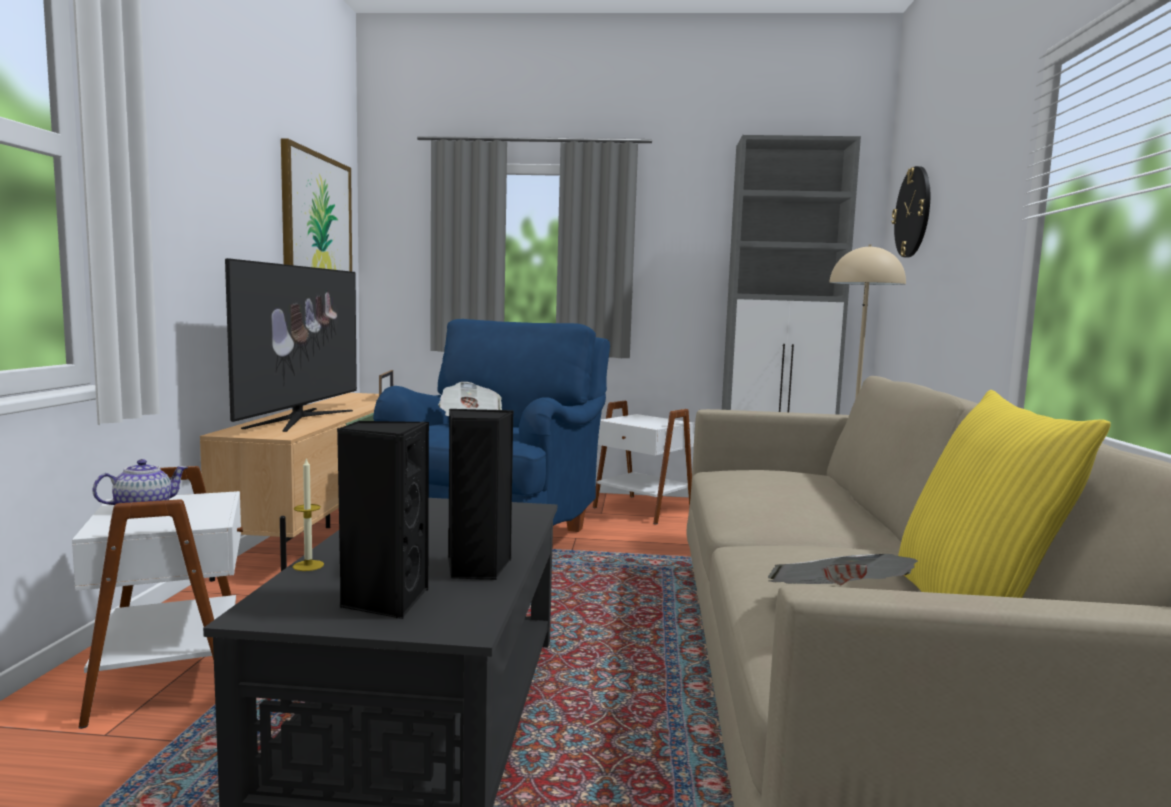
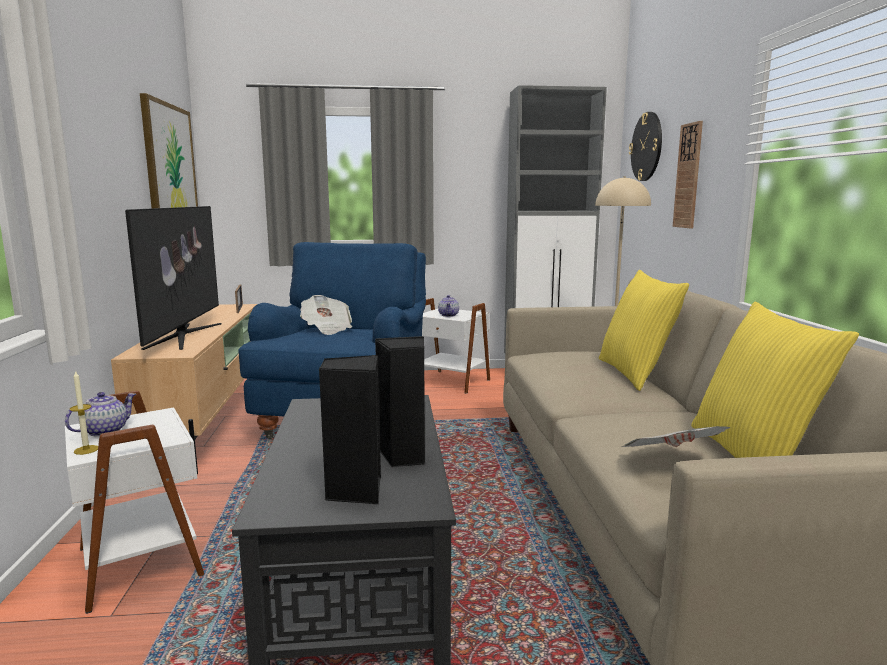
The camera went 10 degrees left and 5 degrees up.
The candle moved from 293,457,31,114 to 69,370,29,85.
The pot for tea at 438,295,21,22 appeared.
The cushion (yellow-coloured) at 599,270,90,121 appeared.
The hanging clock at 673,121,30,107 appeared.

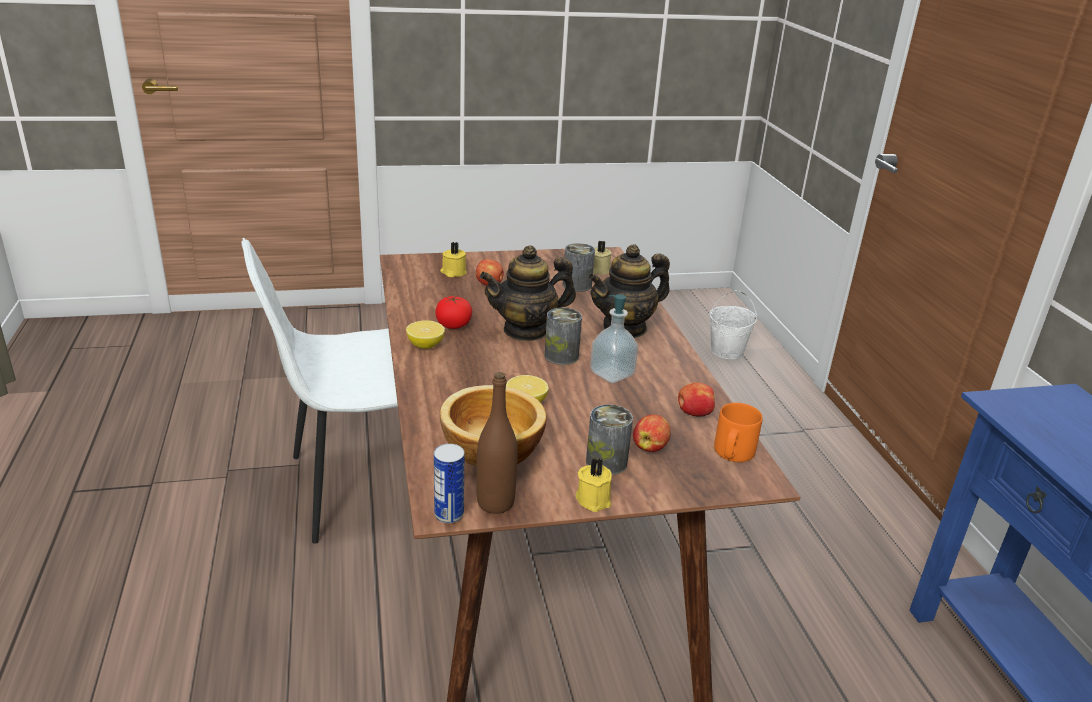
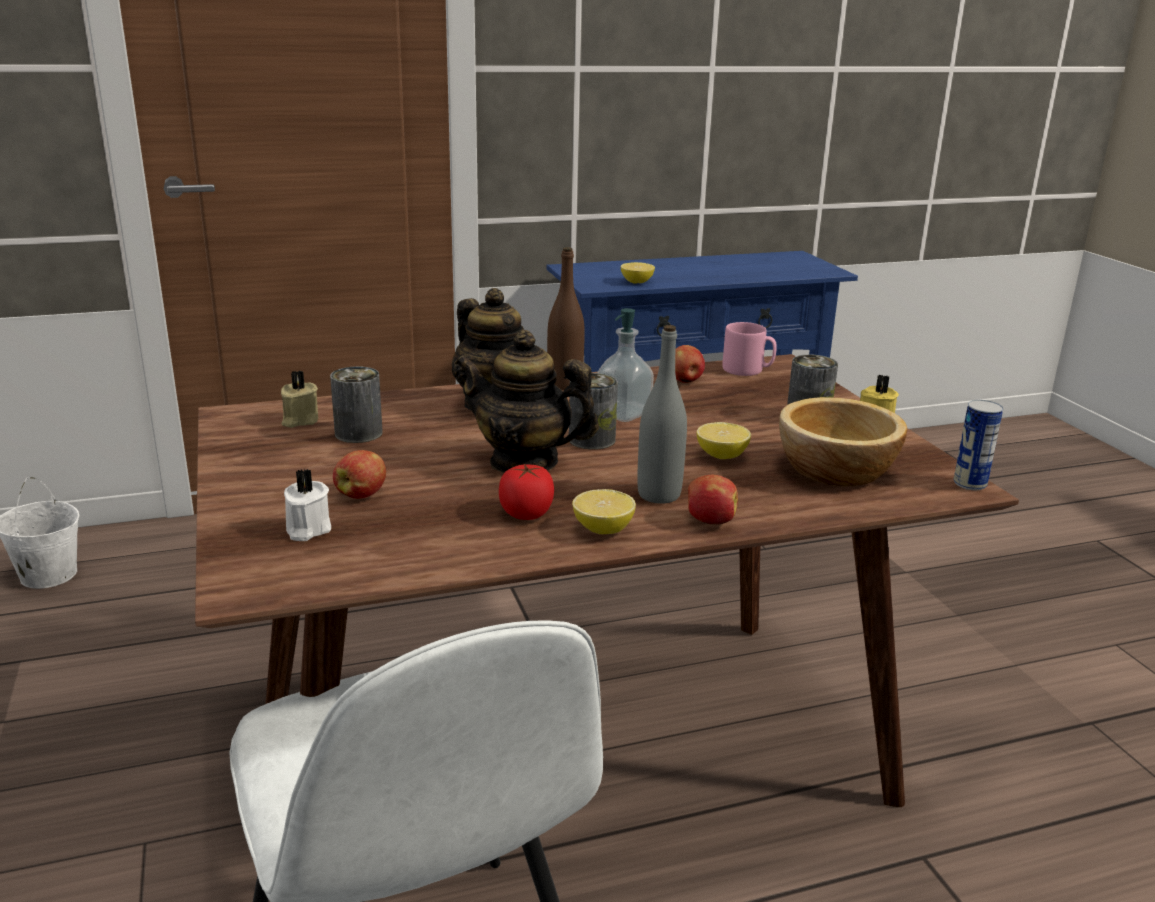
The camera went 95 degrees left and 5 degrees down.
The candle (yellow-coloured) at 440,242,27,35 became the candle (white) at 284,469,47,72.
The pot for tea at 480,245,96,96 turned 135 degrees clockwise.
The beverage bottle (brownish) moved from 476,372,42,142 to 547,247,38,143.
The lemon at 621,262,34,22 appeared.
The beverage bottle (gray) at 637,325,50,179 appeared.
The apple moved from 633,414,38,38 to 688,475,50,49.
The coffee mug (orangey) at 714,403,49,59 became the coffee mug (pink-coloured) at 722,322,55,54.

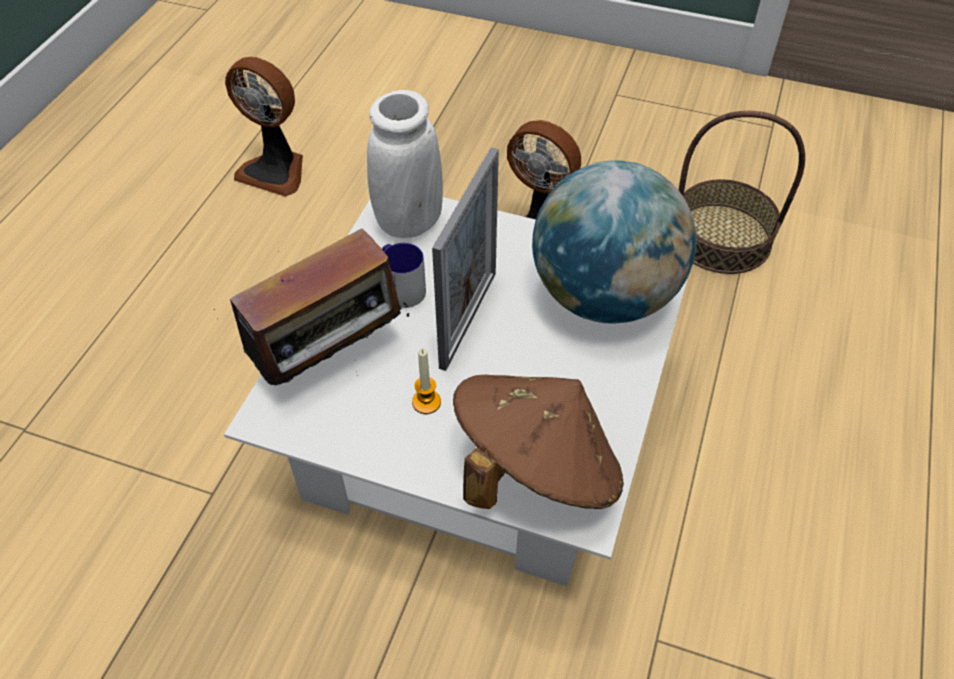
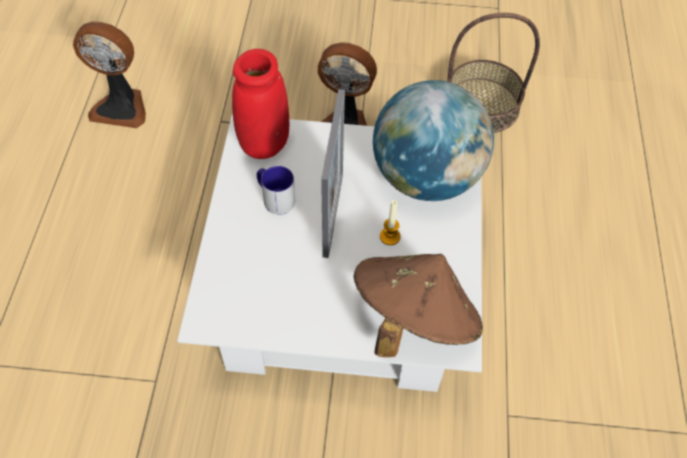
The camera went 15 degrees left and 5 degrees up.
The decorative vase (white) at 367,90,76,148 became the decorative vase (red) at 232,49,57,110.
The candle moved from 412,348,29,66 to 380,200,21,45.
The radio set at 213,228,199,158 disappeared.

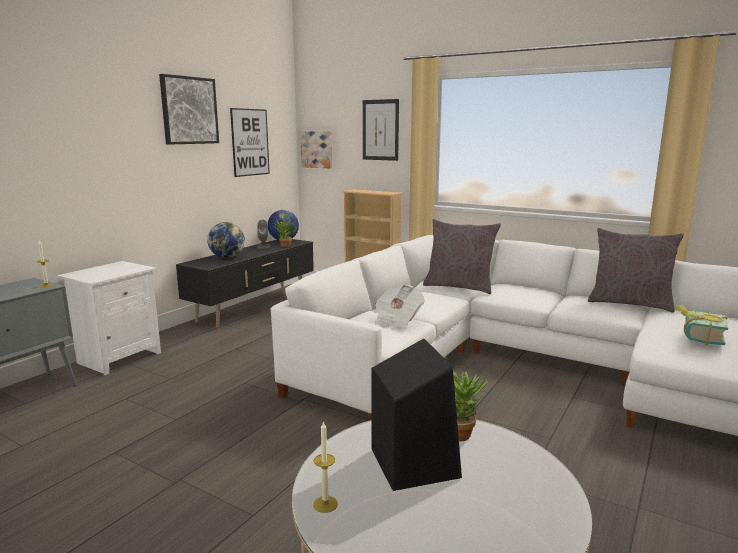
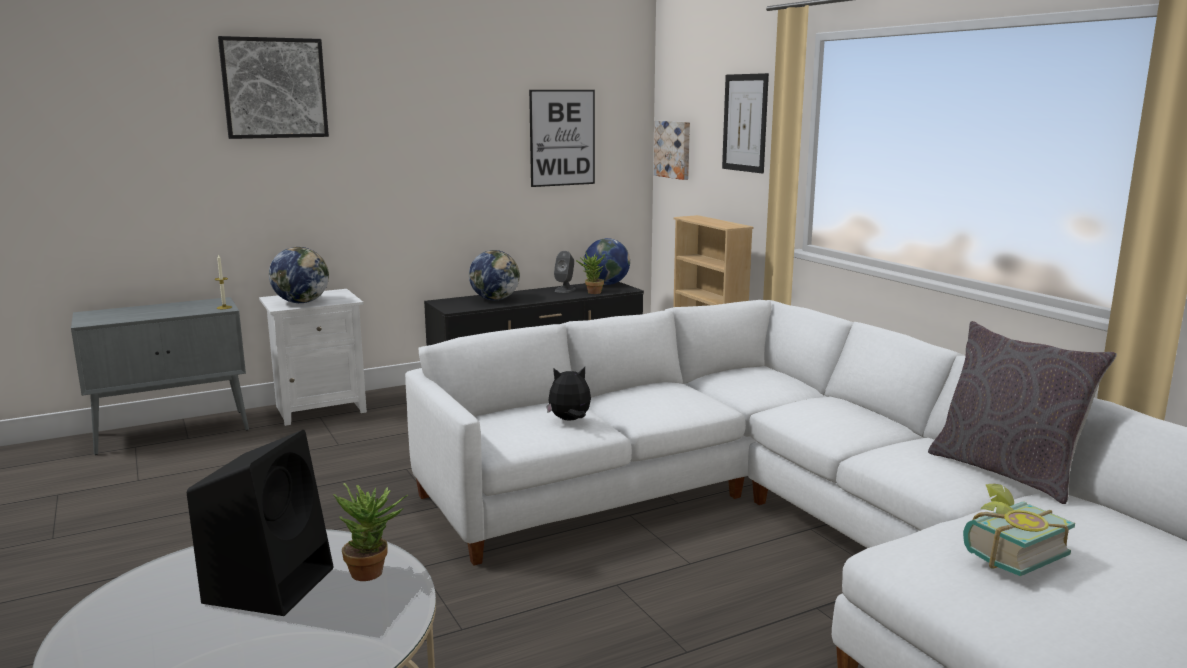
The camera went 30 degrees right and 0 degrees up.
The wall picture moved from 159,74,60,71 to 218,36,111,103.
The world globe at 269,247,60,56 appeared.
The daily paper at 374,285,51,43 was replaced by the cuddly toy at 546,367,45,53.
The candle at 313,421,25,92 disappeared.
The cushion (gray) at 423,219,78,75 disappeared.

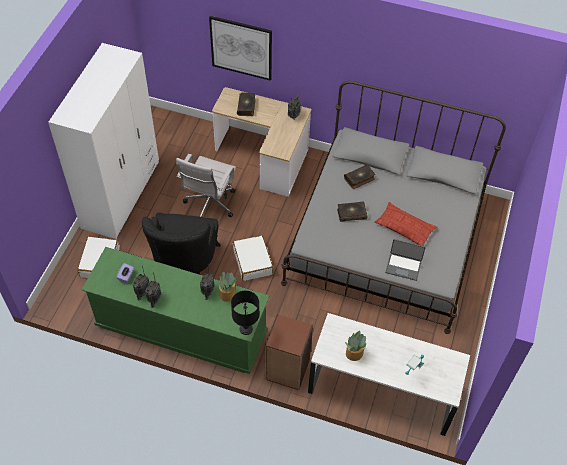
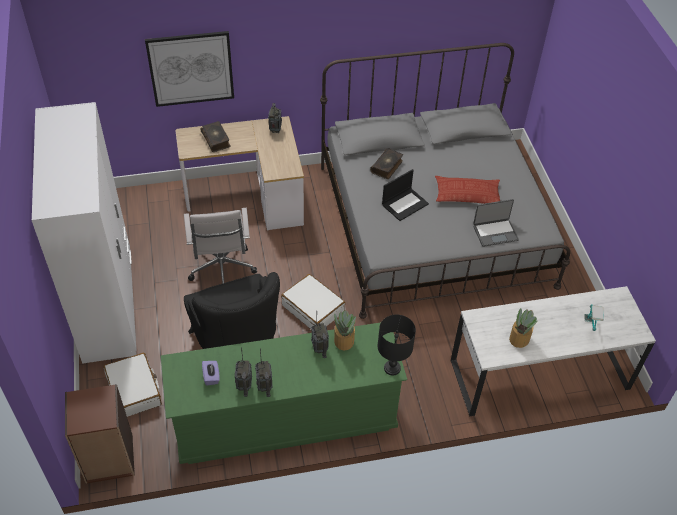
The camera went 30 degrees left and 5 degrees down.
The bookshelf (brownish) moved from 265,314,48,76 to 65,384,70,100.
The bound book at 337,202,30,20 was replaced by the laptop at 382,169,47,52.

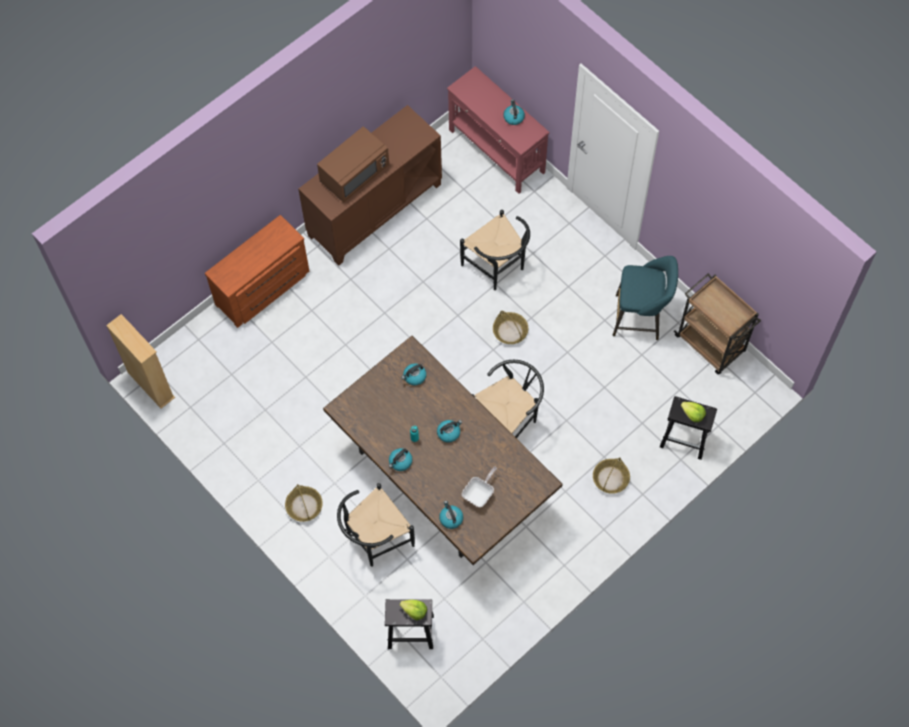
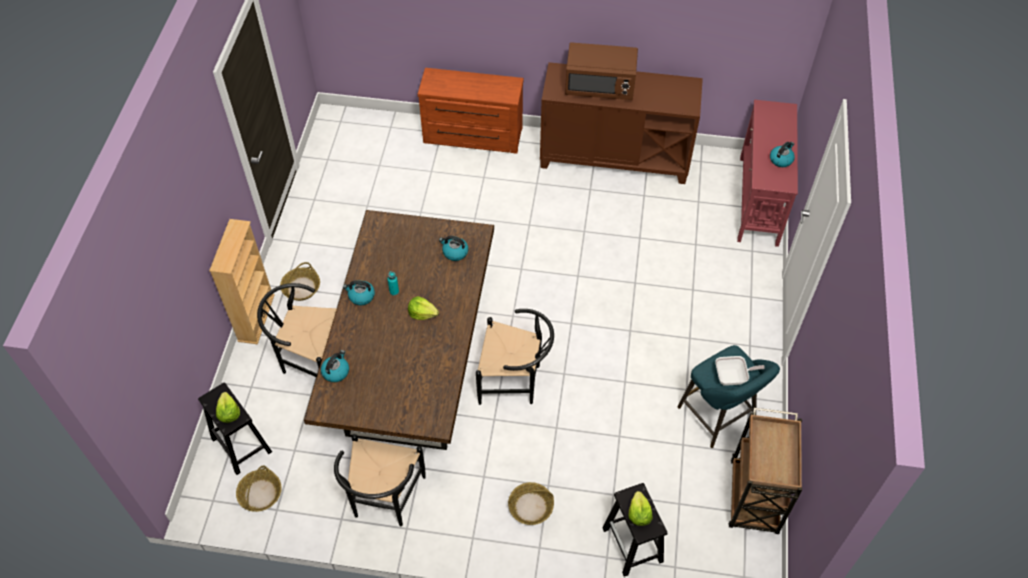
The camera went 50 degrees right and 10 degrees down.
The bookshelf (beige-coloured) moved from 106,314,69,95 to 209,219,66,125.
The storage basket moved from 493,311,35,33 to 236,465,46,47.
The chair (black-coloured) moved from 460,210,70,80 to 334,434,92,92.
The tea kettle at 437,420,25,23 was replaced by the head of lettuce at 408,296,31,24.
The frying pan moved from 462,466,35,41 to 715,356,50,30.

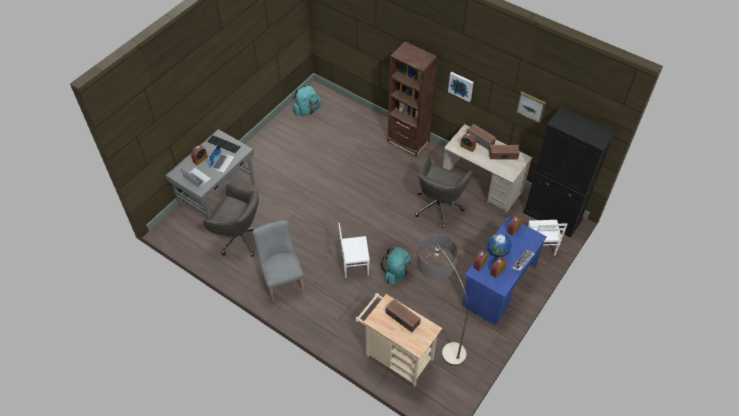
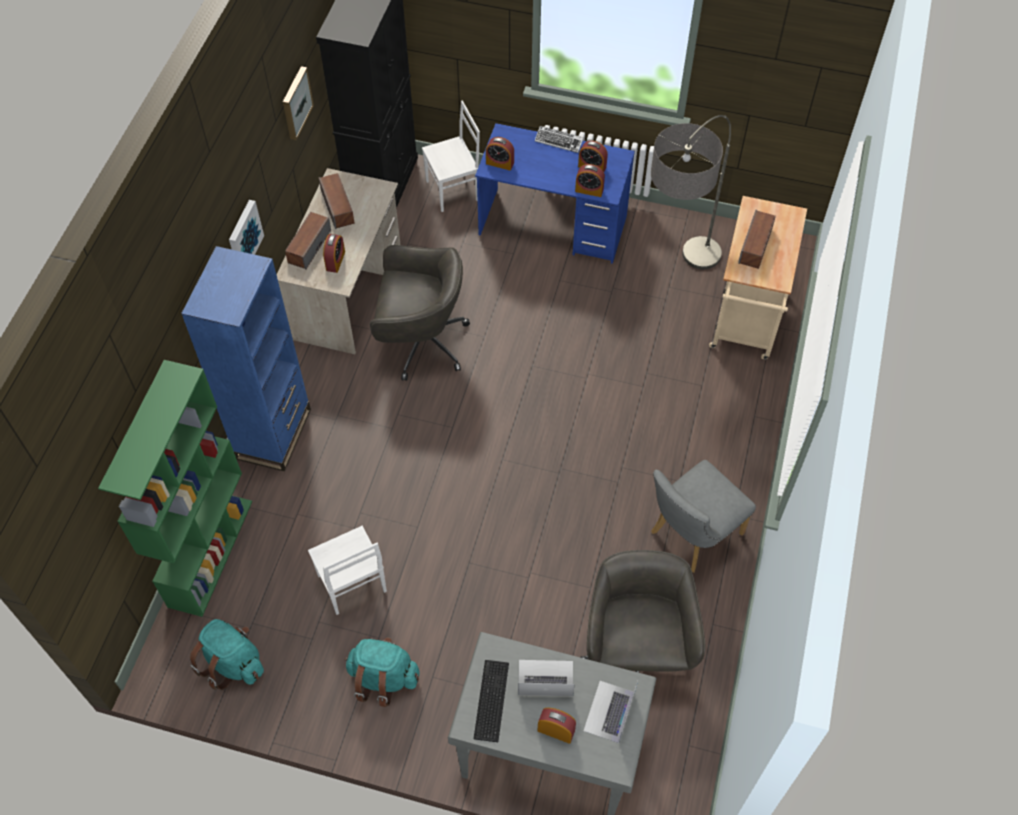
The camera went 110 degrees left and 5 degrees up.
The bookshelf (green) at 98,360,154,257 appeared.
The bookshelf (brownish) at 387,41,51,116 became the bookshelf (bluish) at 181,246,130,225.
The chair (white) moved from 339,223,31,55 to 308,526,79,89.
The rucksack (blue-green) moved from 380,247,31,38 to 345,637,74,70.
The world globe at 487,233,24,24 disappeared.

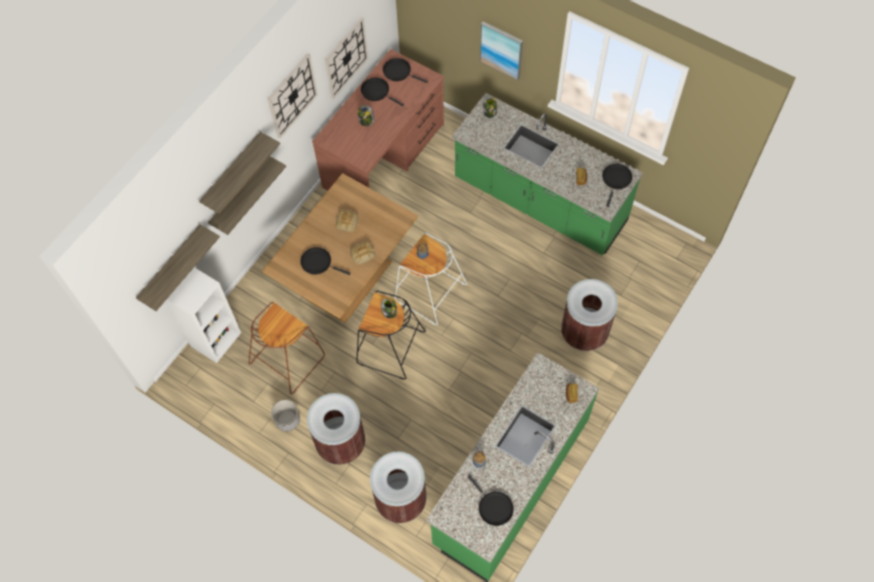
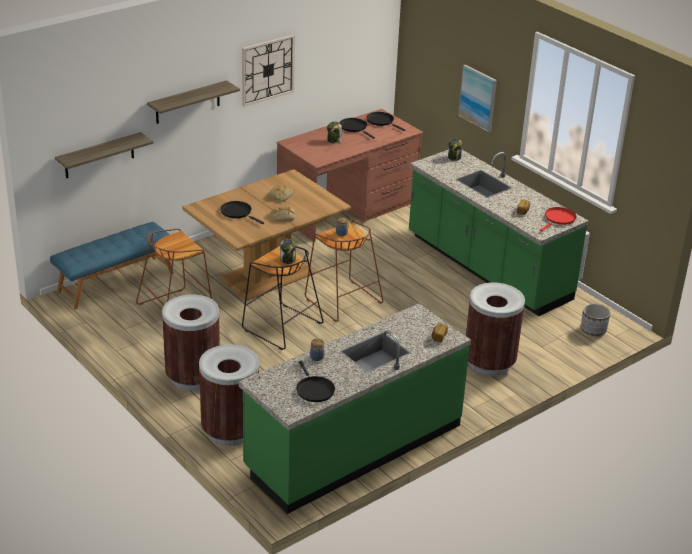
The camera went 15 degrees right and 30 degrees down.
The bookshelf (white) at 165,267,76,96 was replaced by the long seat (bluish) at 50,222,124,88.
The stool seat (white) at 395,233,72,92 became the stool seat (brownish) at 305,221,78,101.
The frying pan (black-coloured) at 602,164,30,43 became the frying pan (red) at 540,207,36,25.
The plant pot moved from 271,400,29,31 to 581,303,30,33.
The bracket shelf at 208,156,78,79 disappeared.
The hanging clock at 325,17,43,82 disappeared.

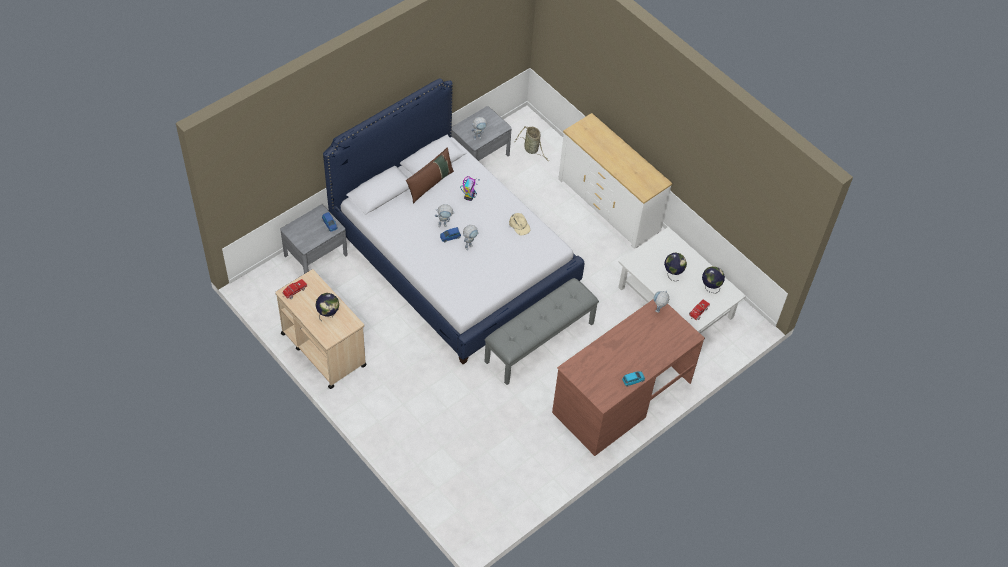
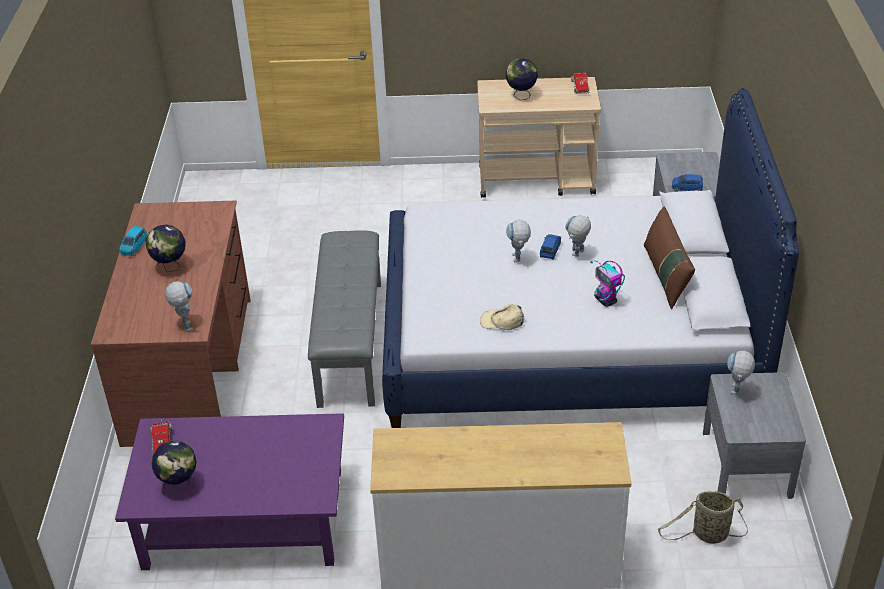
The camera went 135 degrees right and 15 degrees down.
The low table (white) at 618,227,128,107 became the low table (purplish) at 115,413,229,157.
The world globe moved from 664,253,23,28 to 146,225,39,47.

